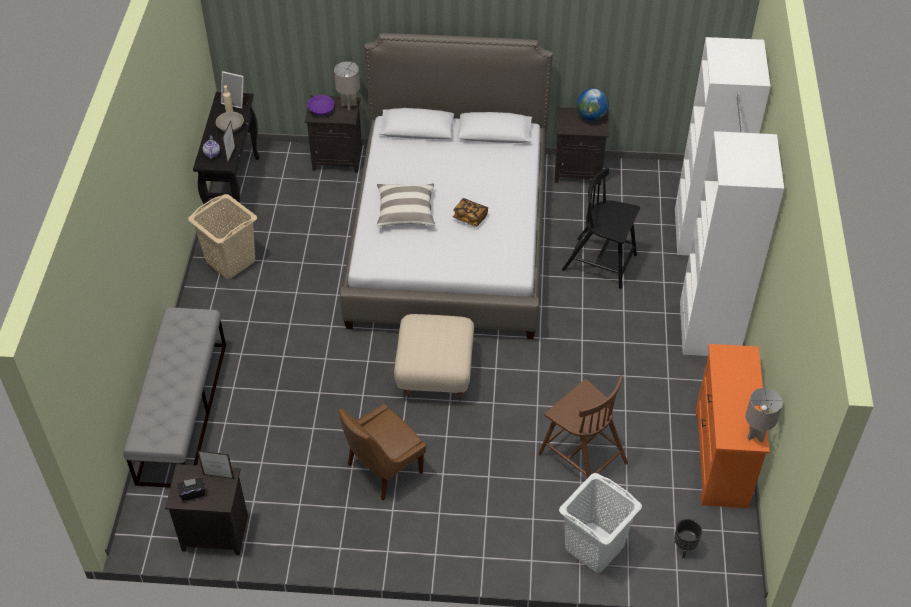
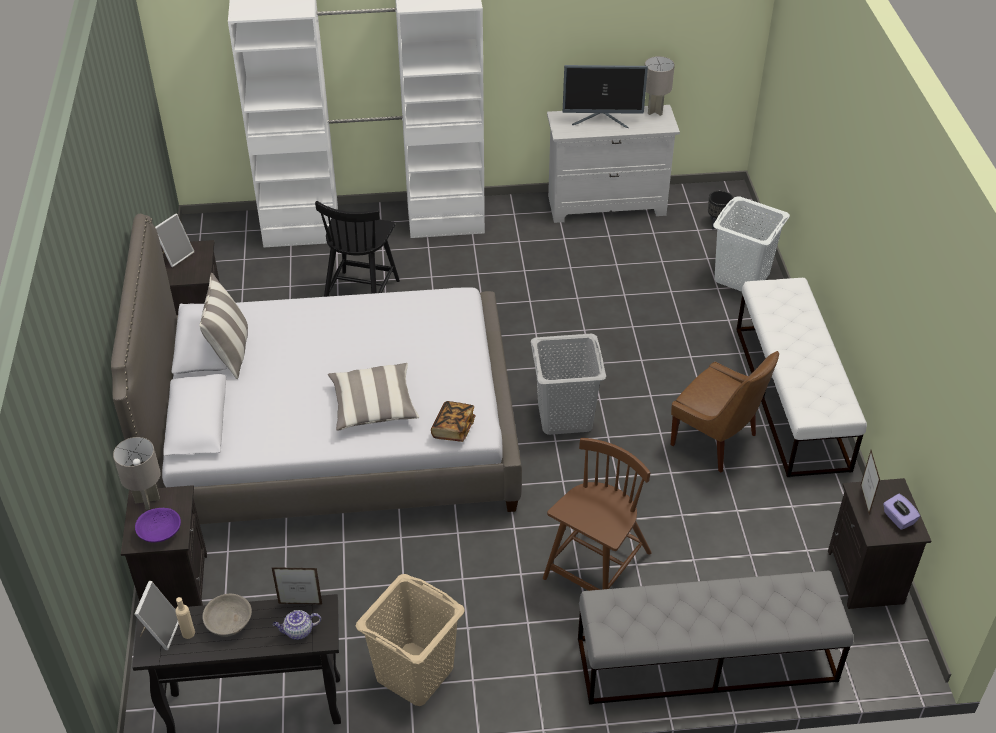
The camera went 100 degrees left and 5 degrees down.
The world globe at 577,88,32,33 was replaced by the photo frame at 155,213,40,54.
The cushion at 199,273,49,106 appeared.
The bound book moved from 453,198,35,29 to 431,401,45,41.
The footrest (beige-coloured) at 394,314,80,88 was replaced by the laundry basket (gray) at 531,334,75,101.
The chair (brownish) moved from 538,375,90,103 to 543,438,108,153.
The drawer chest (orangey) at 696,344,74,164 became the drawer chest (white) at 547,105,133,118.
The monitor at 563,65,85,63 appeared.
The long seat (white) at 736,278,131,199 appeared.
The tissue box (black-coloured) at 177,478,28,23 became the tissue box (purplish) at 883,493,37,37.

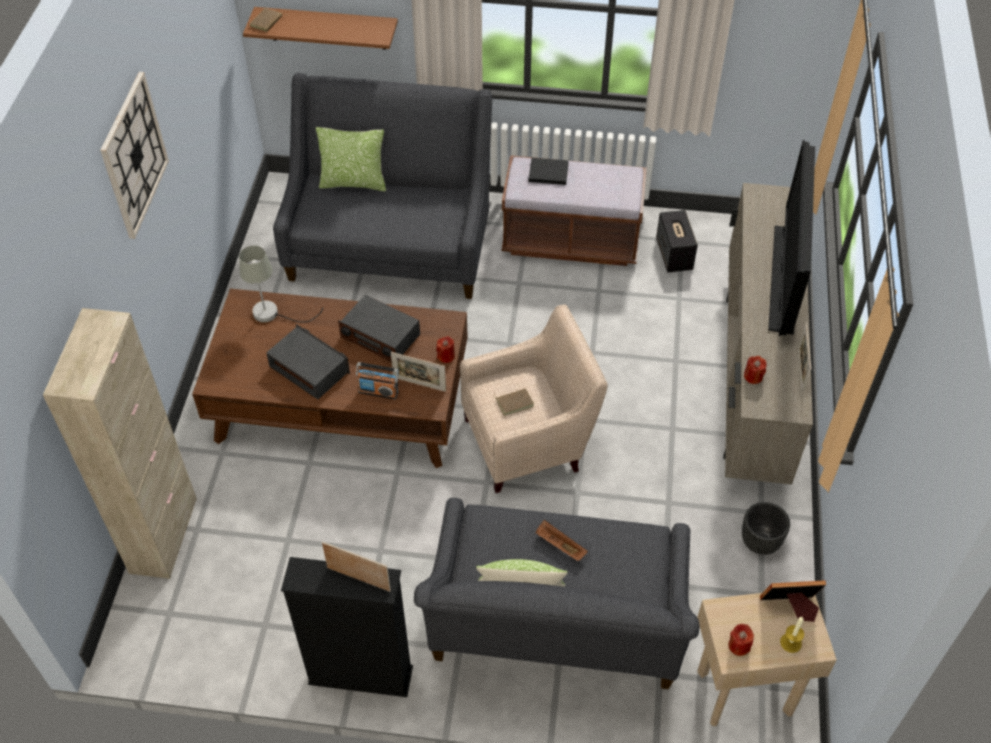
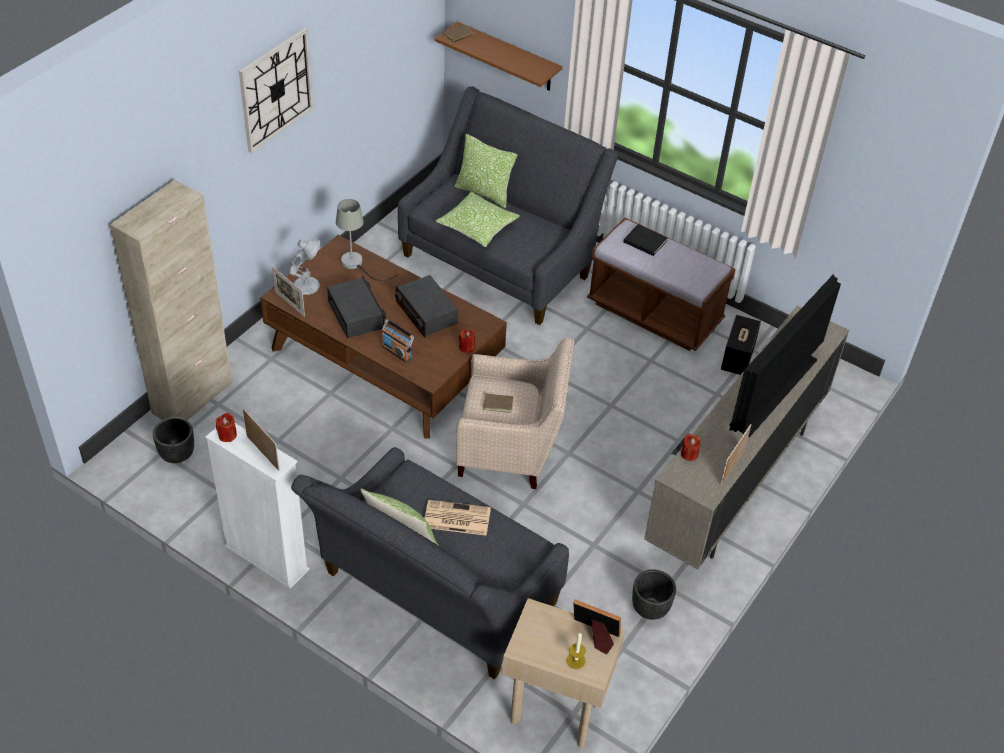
The camera went 25 degrees right and 5 degrees down.
The plant pot (black-coloured) at 153,417,41,46 appeared.
The bookshelf (black-coloured) at 281,557,132,140 became the bookshelf (white) at 205,423,104,166.
The candle (red) moved from 728,624,26,32 to 216,413,21,29.
The photo frame moved from 391,352,55,40 to 272,266,33,51.
The table lamp (white) at 290,239,30,56 appeared.
The serving tray (brownish) at 535,520,53,41 was replaced by the daily paper at 424,500,67,36.
The cushion at 436,191,84,56 appeared.

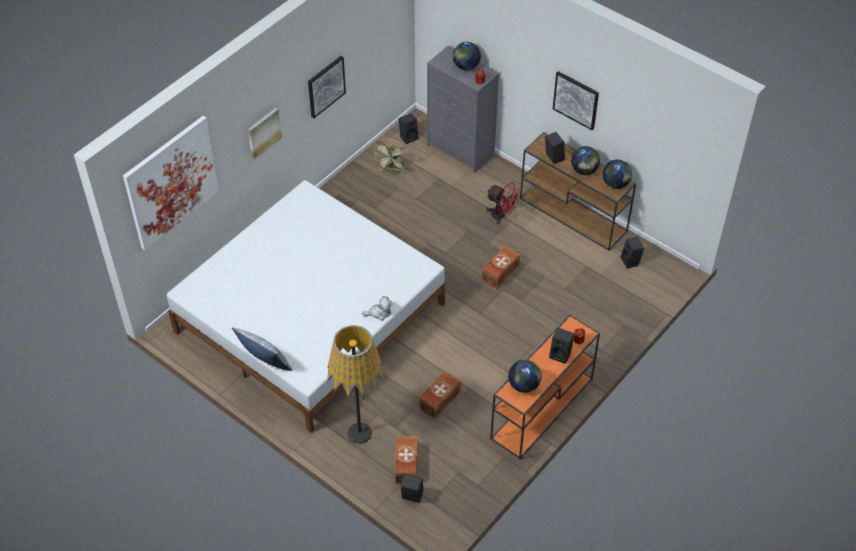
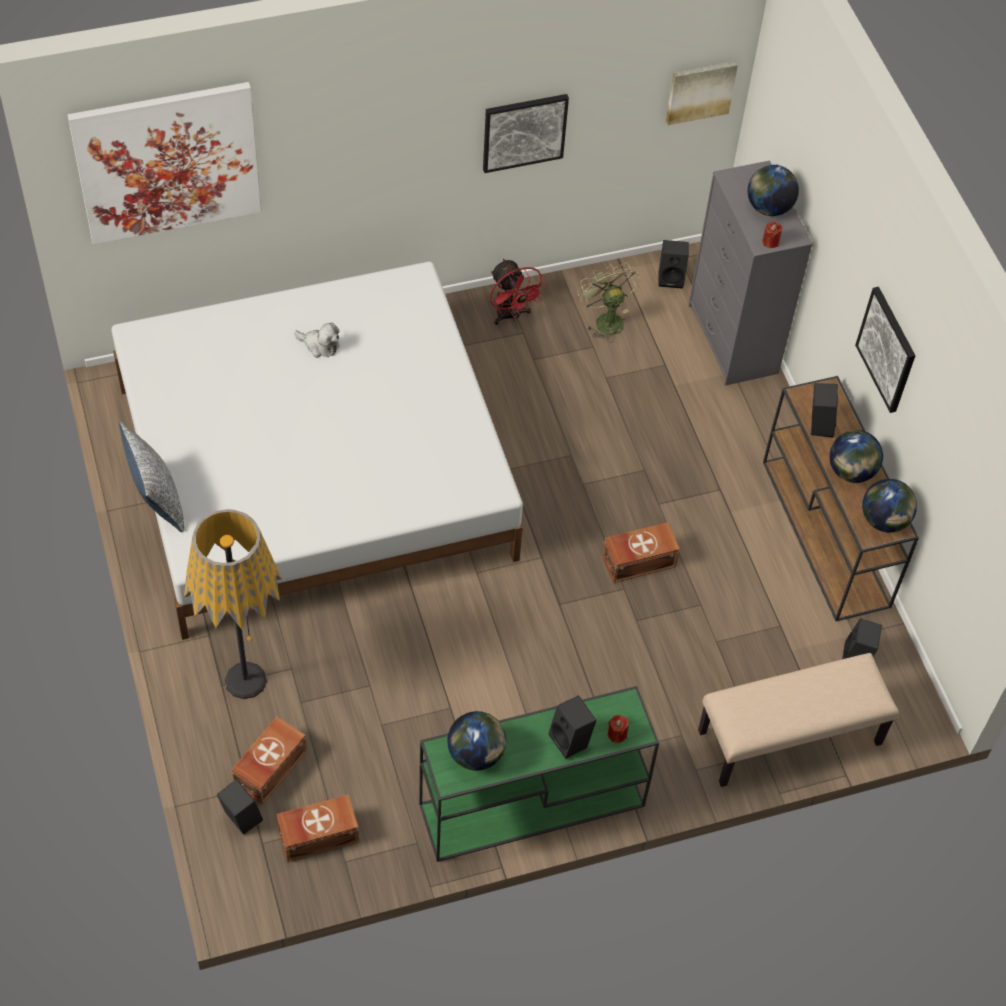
The camera went 30 degrees right and 5 degrees up.
The storage container (brownish) moved from 419,371,42,48 to 277,795,82,67.
The cuddly toy moved from 362,296,31,25 to 294,323,45,35.
The console table (orangey) at 490,315,110,144 became the console table (green) at 419,686,240,176.
The electric fan (red) moved from 486,182,35,43 to 490,259,57,66.
The electric fan (green) at 373,139,36,36 turned 105 degrees clockwise.
The wall picture moved from 248,108,34,52 to 666,61,72,64.
The long seat (beige-coloured) at 698,653,201,134 appeared.

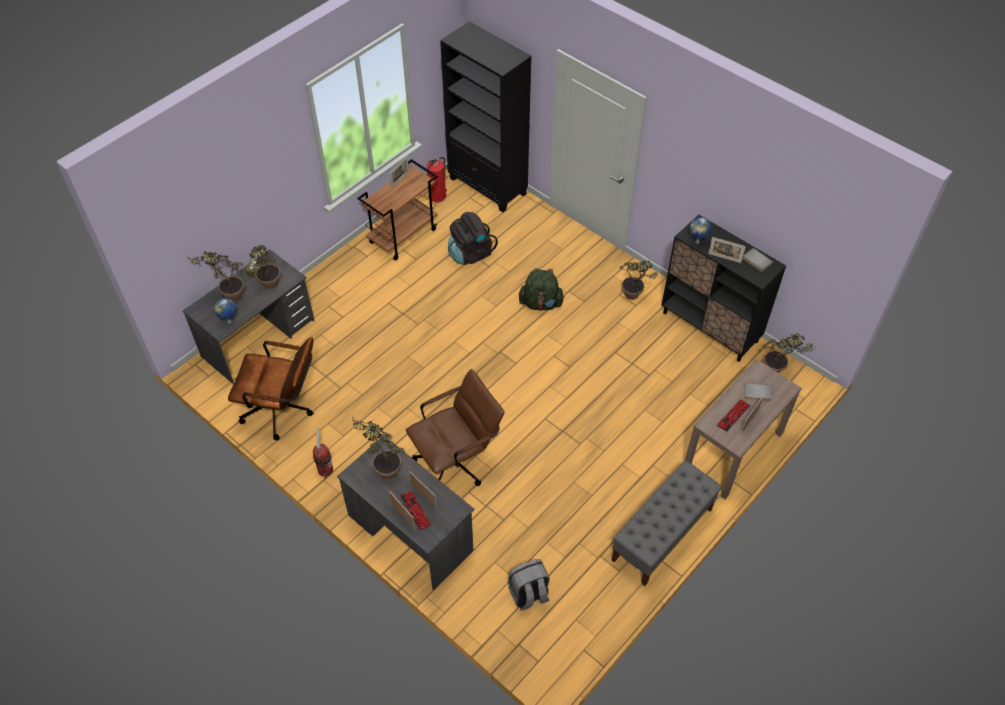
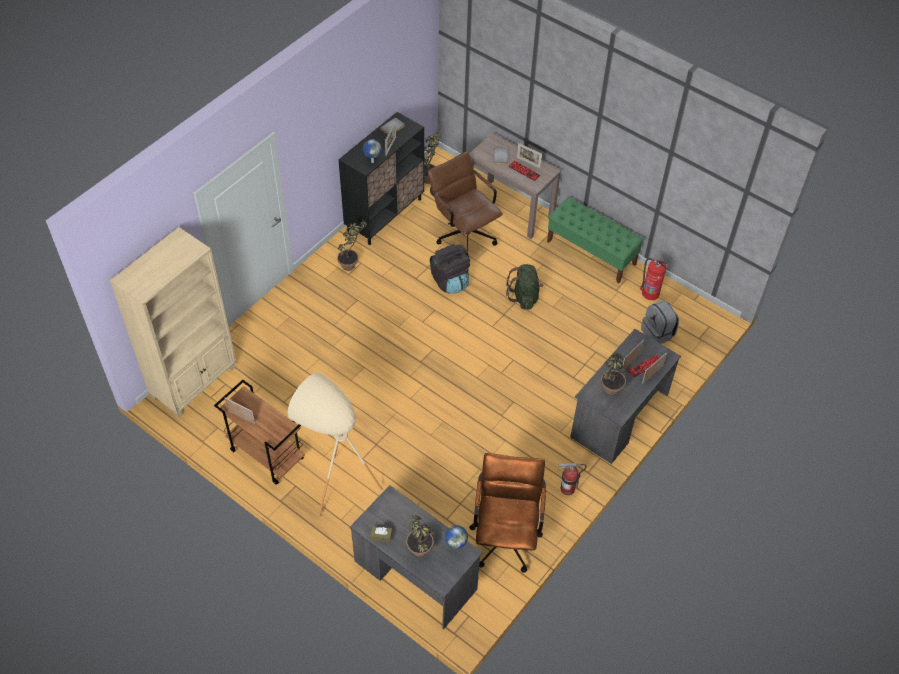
The camera went 95 degrees left and 0 degrees up.
The bookshelf (black-coloured) at 440,21,92,191 became the bookshelf (beige-coloured) at 110,227,126,191.
The standard lamp (beige-coloured) at 288,373,95,143 appeared.
The desk chair (brownish) moved from 406,369,98,117 to 427,151,76,106.
The rucksack (black-coloured) moved from 448,212,50,53 to 430,244,40,50.
The rucksack (green) moved from 519,268,46,43 to 506,264,38,46.
The long seat (gray) at 612,461,110,125 became the long seat (green) at 547,197,97,86.
The fire-fighting cylinder moved from 427,157,20,45 to 640,258,28,42.
The plant in a pot at 249,245,32,44 disappeared.

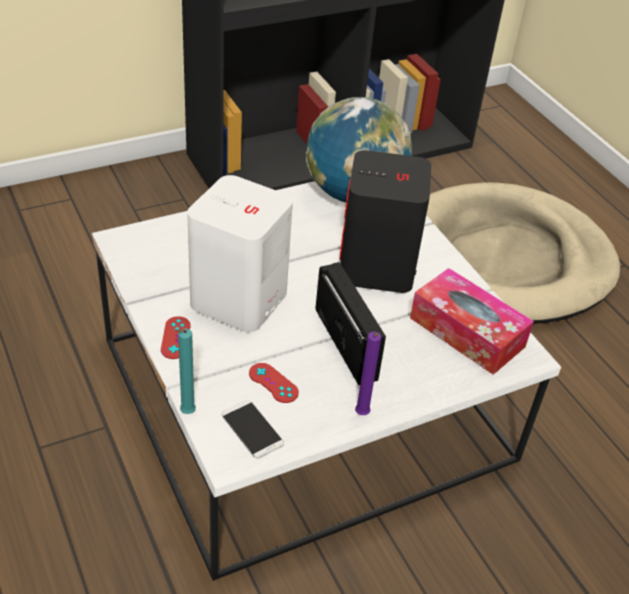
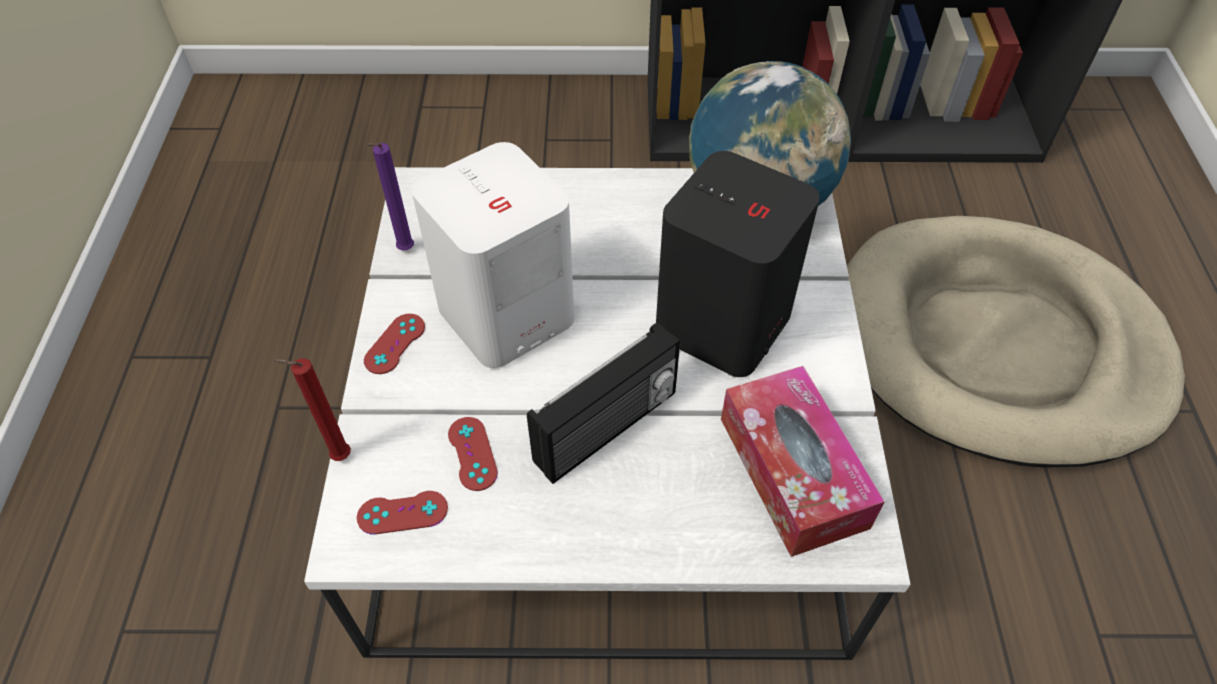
The camera went 30 degrees right and 10 degrees up.
The candle (blue-green) at 174,329,22,85 became the candle (red) at 274,358,77,103.
The handset at 222,400,62,58 was replaced by the gamepad (red) at 357,491,91,43.
The candle (purplish) moved from 355,331,26,84 to 365,143,49,108.
The radio set at 315,262,71,123 turned 45 degrees clockwise.

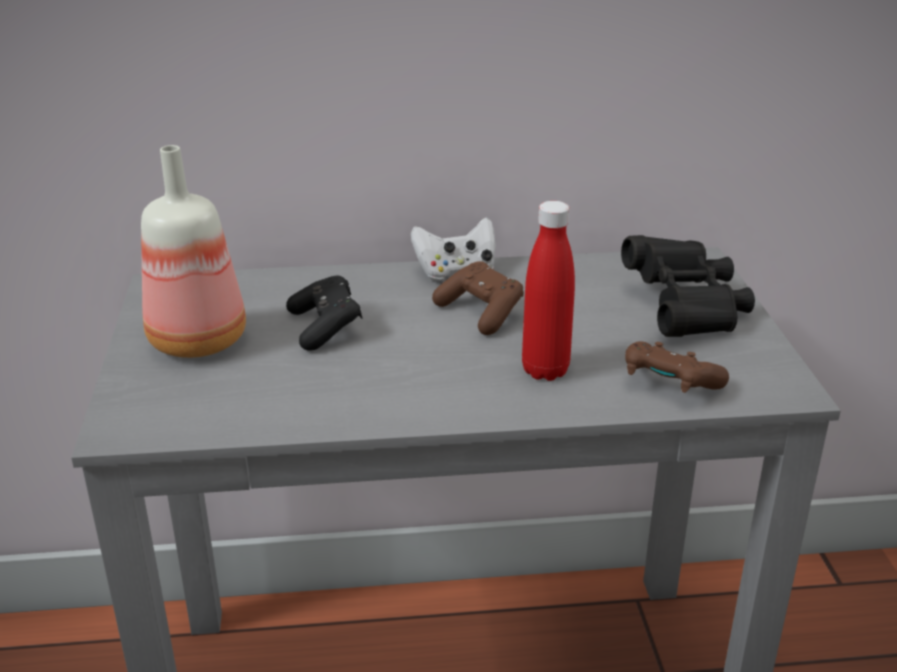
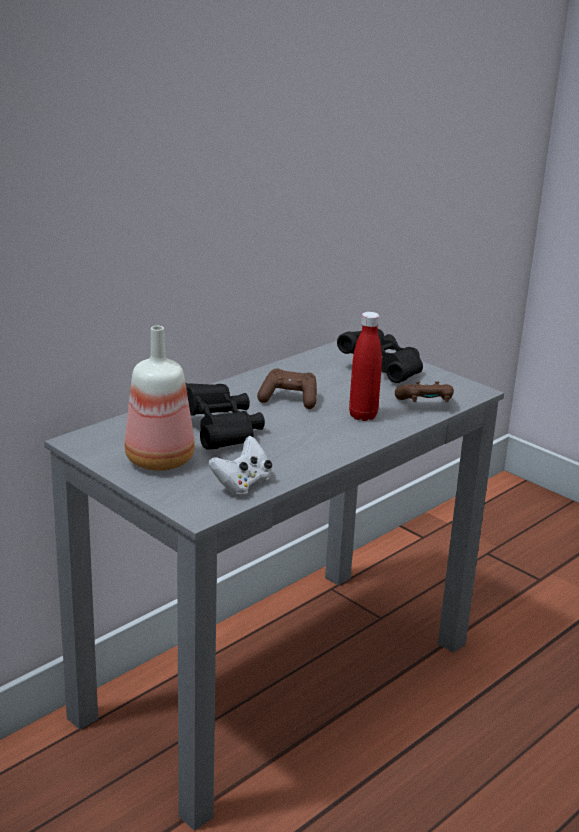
The camera went 40 degrees left and 5 degrees down.
The gamepad (black-coloured) at 286,276,76,75 was replaced by the pair of binoculars (black-coloured) at 185,383,80,67.
The gamepad (white) moved from 411,217,85,64 to 209,436,63,60.

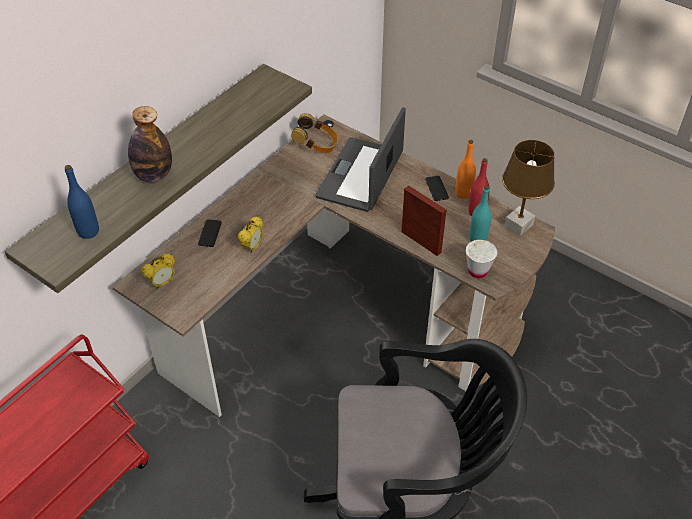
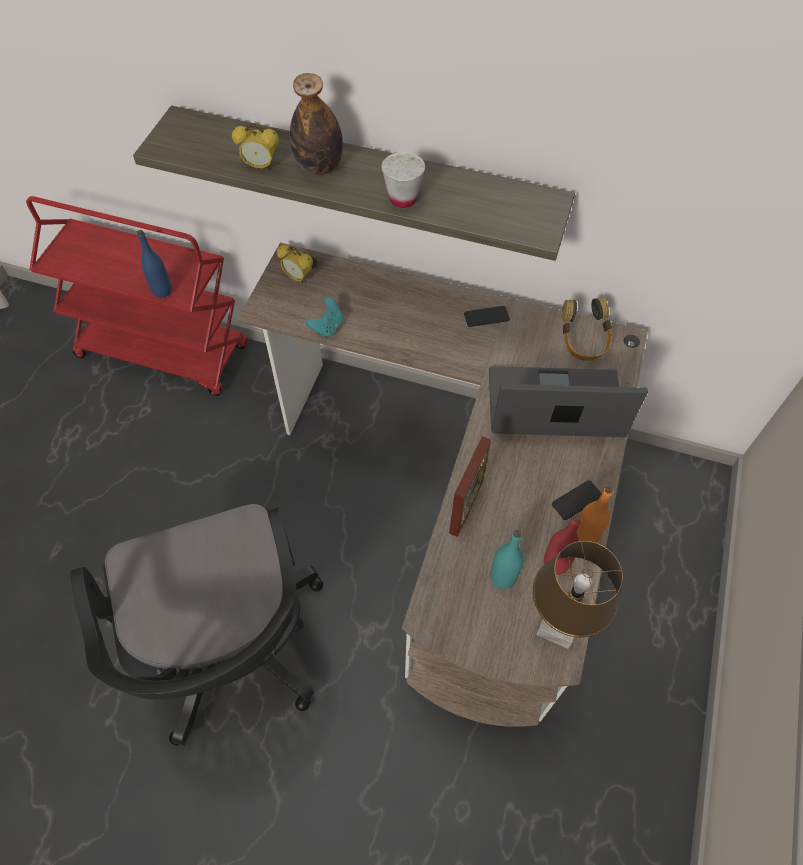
The camera went 70 degrees right and 10 degrees up.
The beverage bottle (bluish) moved from 65,165,34,74 to 137,230,35,68.
The table clock moved from 238,216,25,37 to 232,124,47,46.
The gamepad (blue-green) at 306,297,38,40 appeared.
The cup (white) moved from 466,240,31,38 to 381,152,44,56.
The handset moved from 198,219,24,28 to 464,306,45,21.

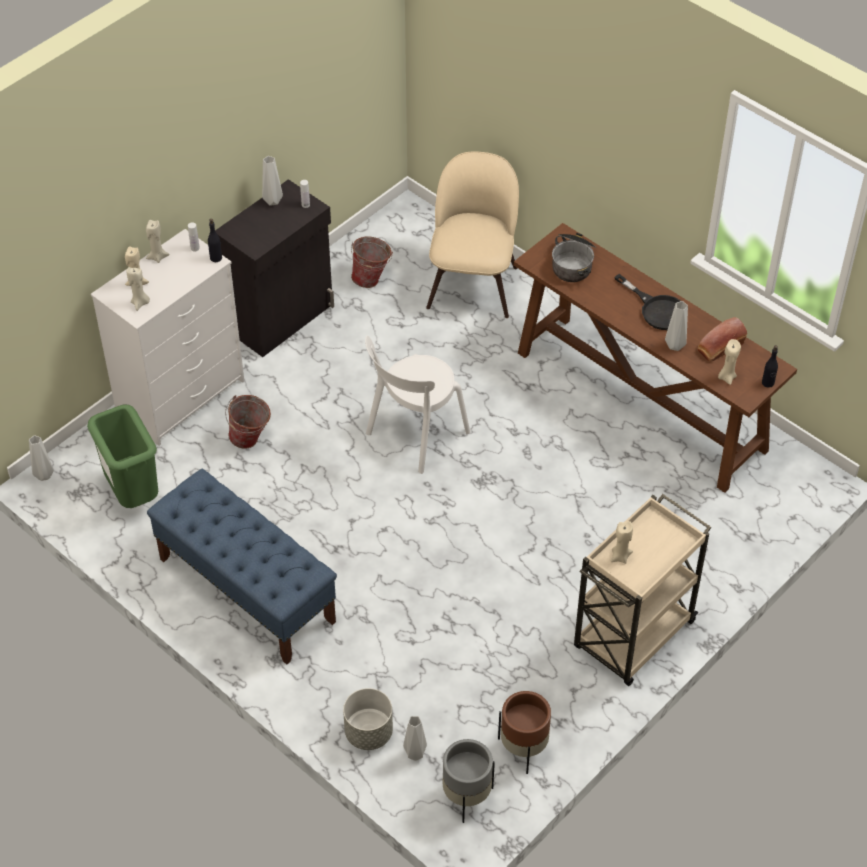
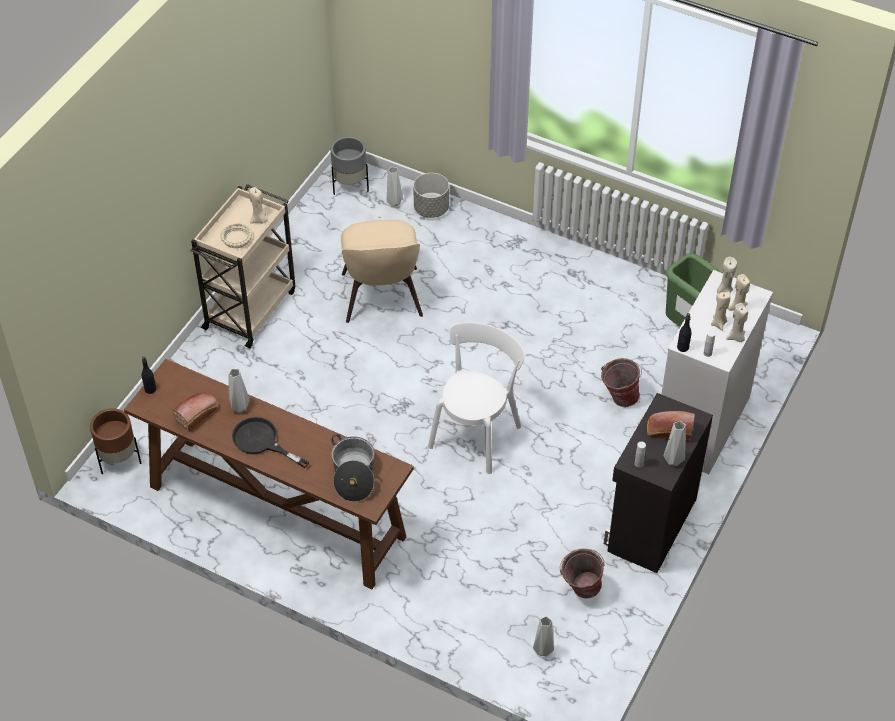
The camera went 165 degrees right and 0 degrees up.
The plant pot (brownish) moved from 498,691,53,83 to 90,408,51,67.
The serving bowl (beige-coloured) at 221,223,31,25 appeared.
The chair (beige-coloured) moved from 426,151,93,167 to 341,220,82,103.
The decorative vase (gray) moved from 29,435,25,46 to 533,616,21,40.
The baked bread at 647,411,48,30 appeared.
The candle (beige-coloured) moved from 718,339,23,46 to 711,292,19,39.
The long seat (bluish) at 147,469,190,195 disappeared.

